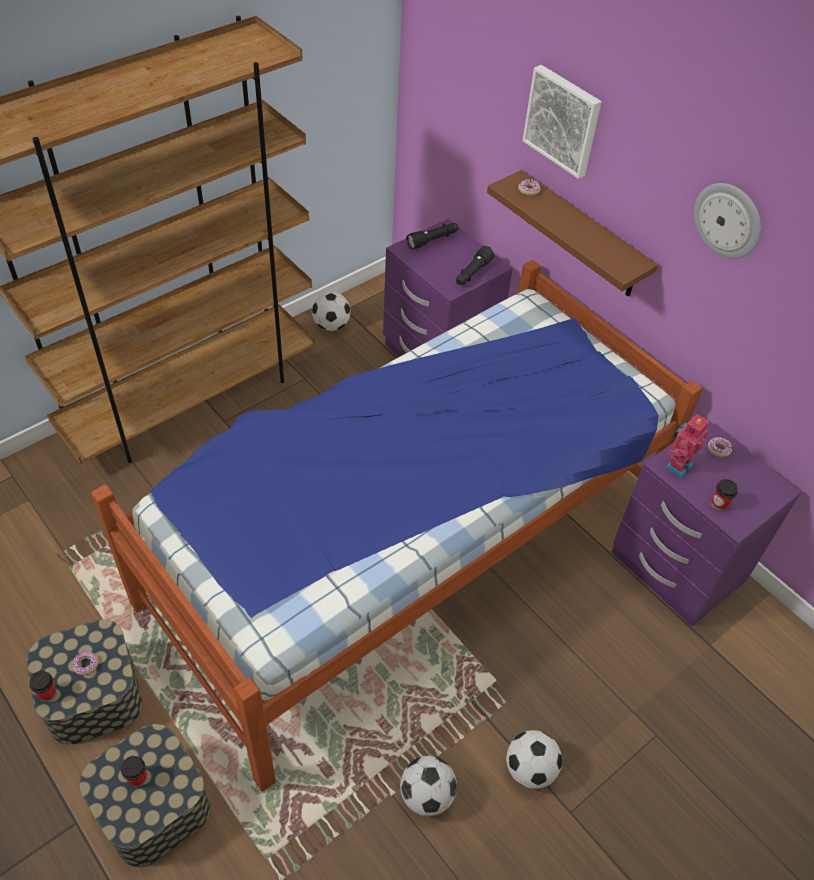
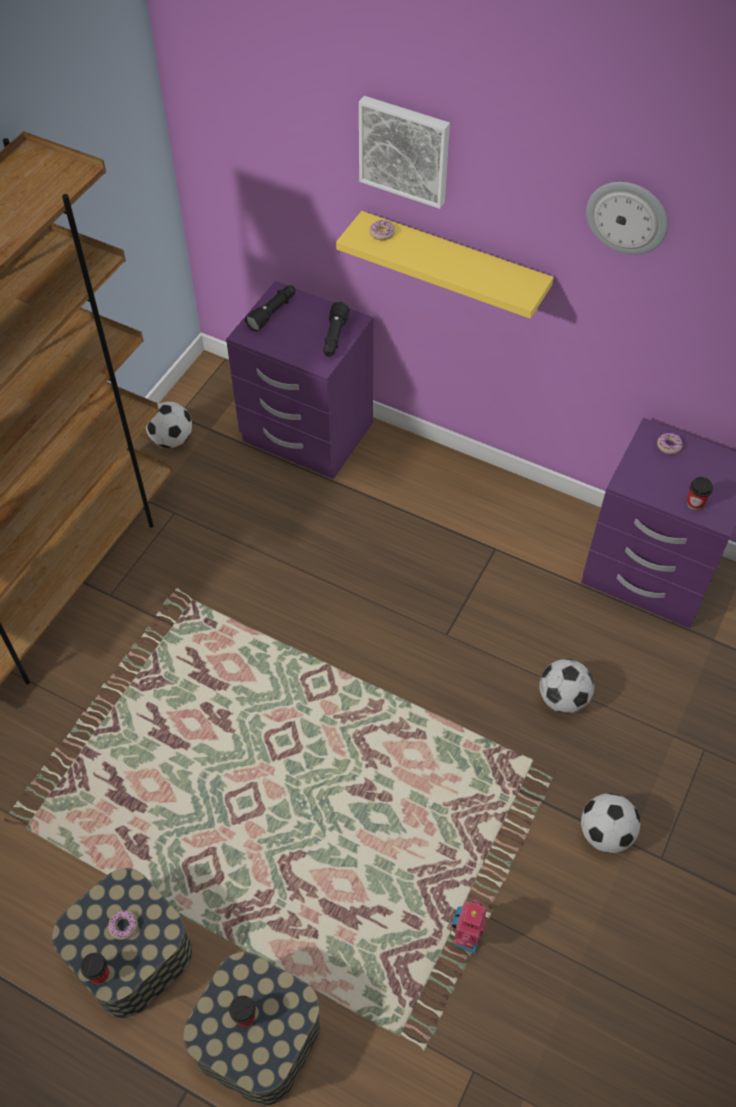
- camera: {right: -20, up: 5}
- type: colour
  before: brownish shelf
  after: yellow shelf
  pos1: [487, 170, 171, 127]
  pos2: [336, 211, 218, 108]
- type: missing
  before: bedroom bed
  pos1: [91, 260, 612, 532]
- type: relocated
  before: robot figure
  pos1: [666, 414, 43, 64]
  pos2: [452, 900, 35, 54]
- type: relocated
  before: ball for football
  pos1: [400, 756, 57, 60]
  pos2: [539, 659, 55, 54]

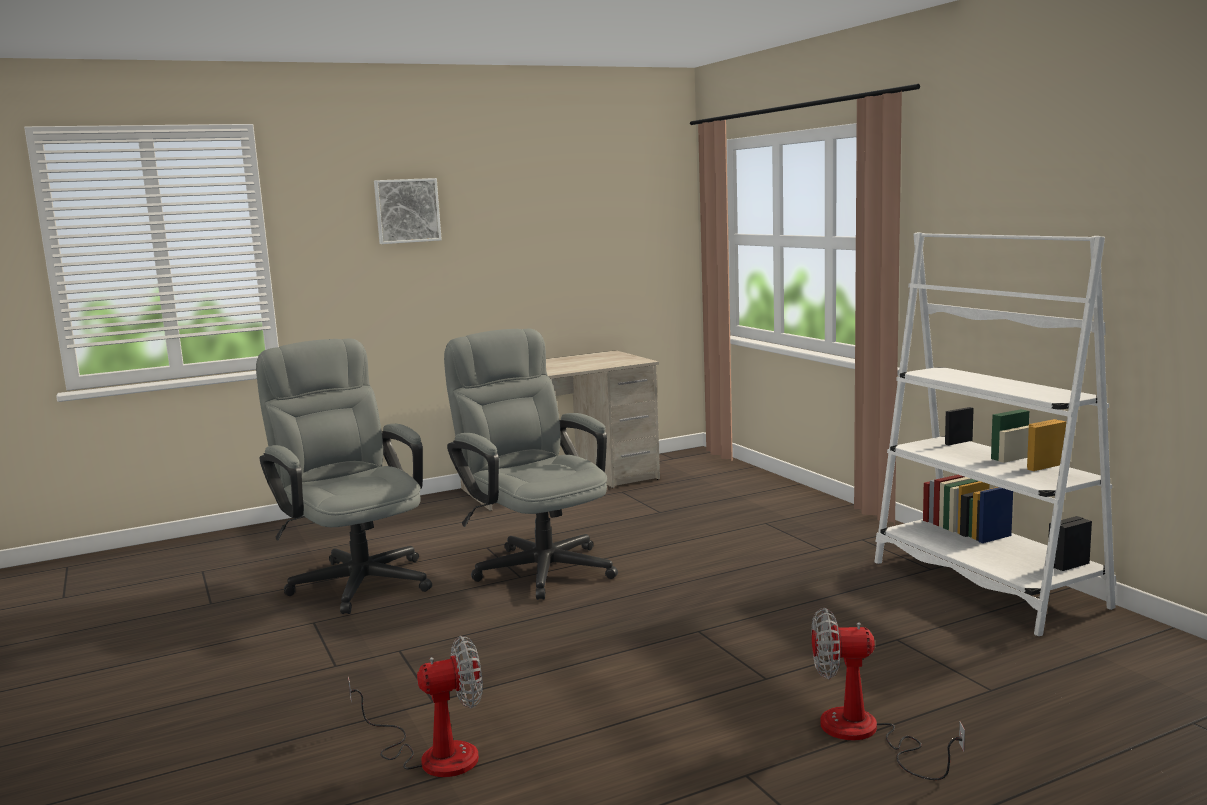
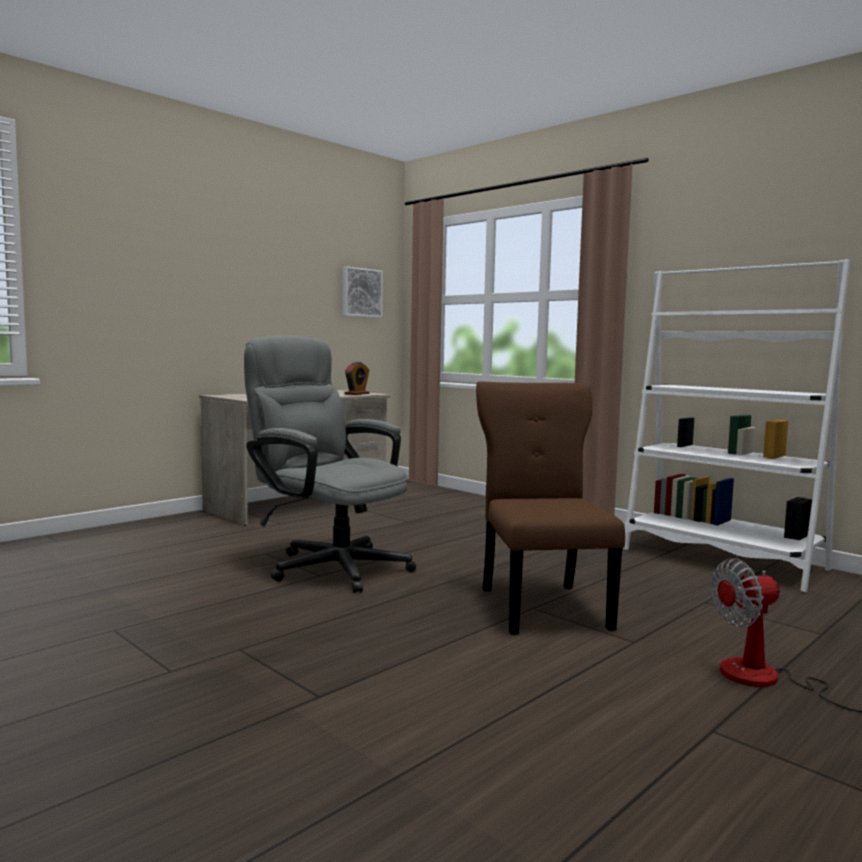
- camera: {right: -20, up: -5}
- type: relocated
  before: picture
  pos1: [374, 178, 68, 66]
  pos2: [343, 266, 40, 52]
- type: missing
  before: gray desk chair
  pos1: [256, 339, 176, 275]
- type: missing
  before: cooling fan
  pos1: [348, 636, 135, 141]
- type: appeared
  after: alarm clock
  pos2: [345, 362, 25, 33]
- type: appeared
  after: brownish chair
  pos2: [476, 381, 149, 254]

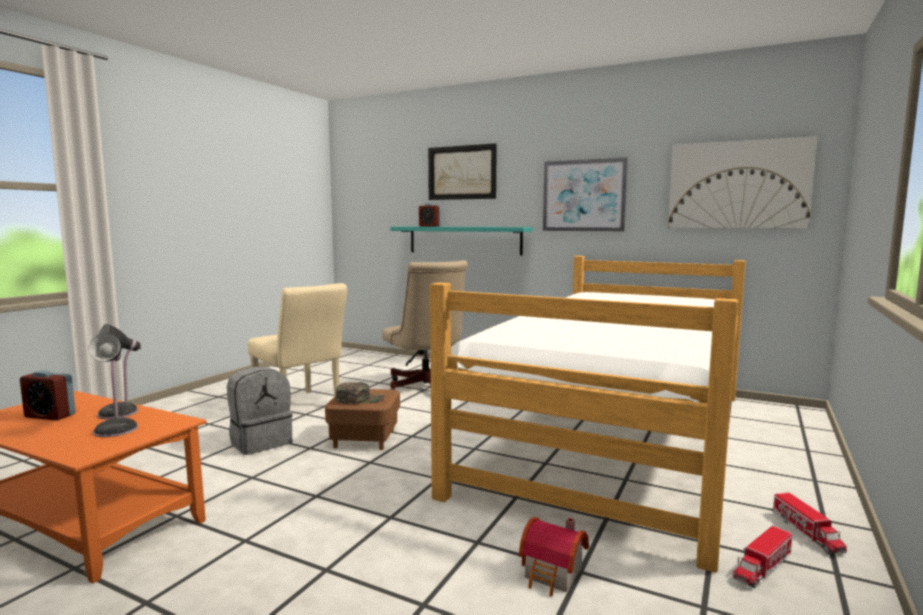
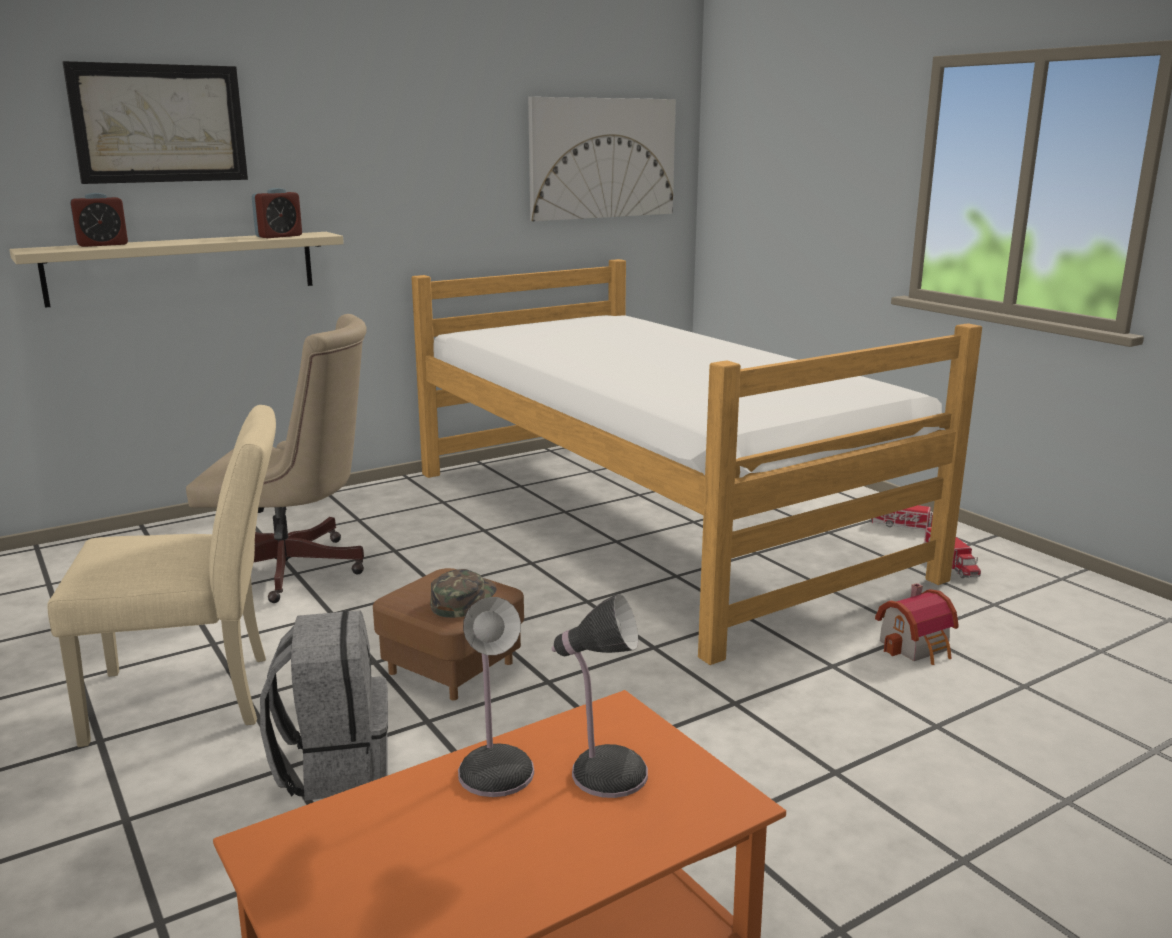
- camera: {right: -60, up: 10}
- type: missing
  before: picture
  pos1: [543, 157, 85, 74]
- type: colour
  before: turquoise shelf
  after: beige-coloured shelf
  pos1: [390, 226, 143, 29]
  pos2: [9, 232, 335, 76]
- type: relocated
  before: alarm clock
  pos1: [20, 370, 56, 51]
  pos2: [252, 188, 50, 50]

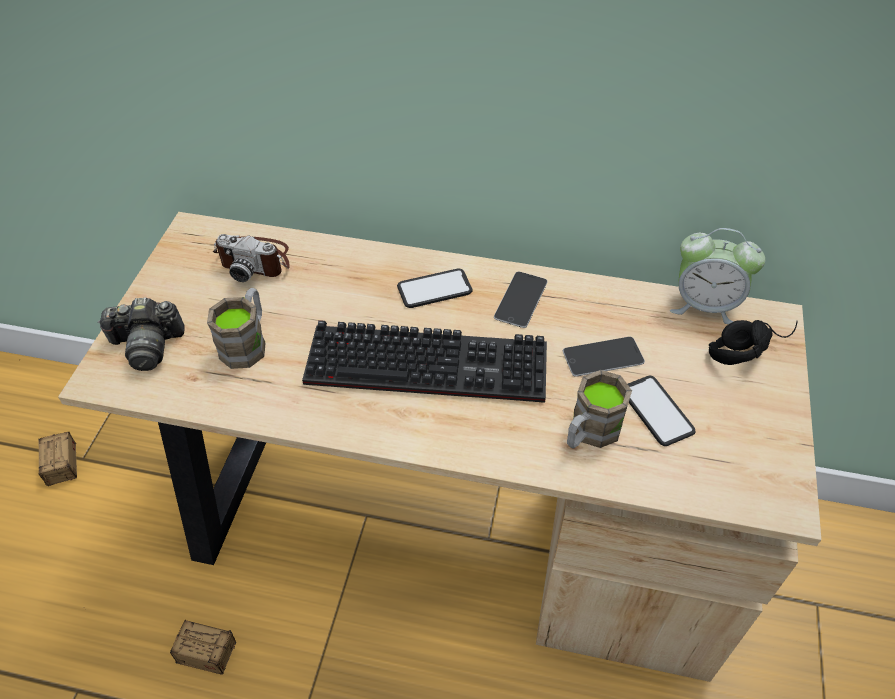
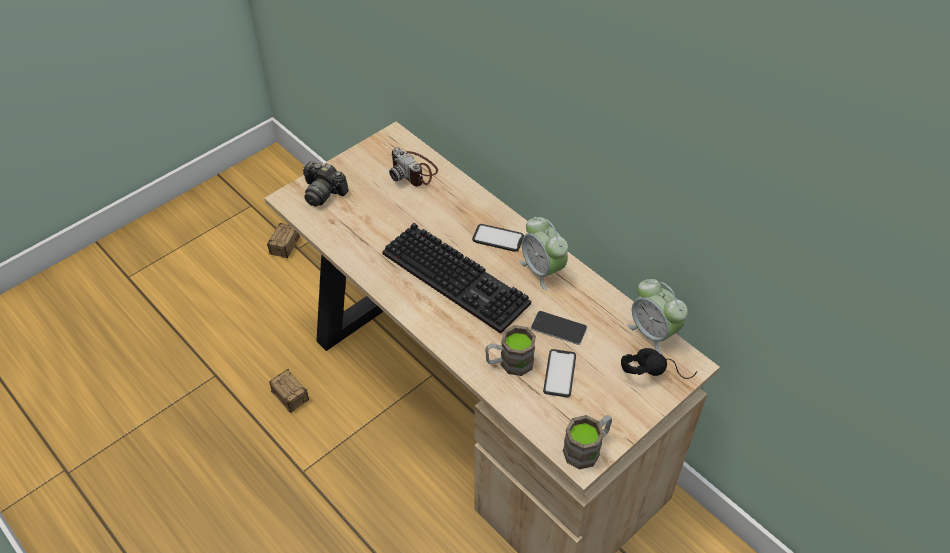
- camera: {right: 35, up: 0}
- type: exchanged
  before: telephone
  after: alarm clock
  pos1: [494, 271, 54, 57]
  pos2: [520, 217, 48, 73]
- type: relocated
  before: brownish coffee mug
  pos1: [207, 288, 59, 81]
  pos2: [562, 415, 50, 54]

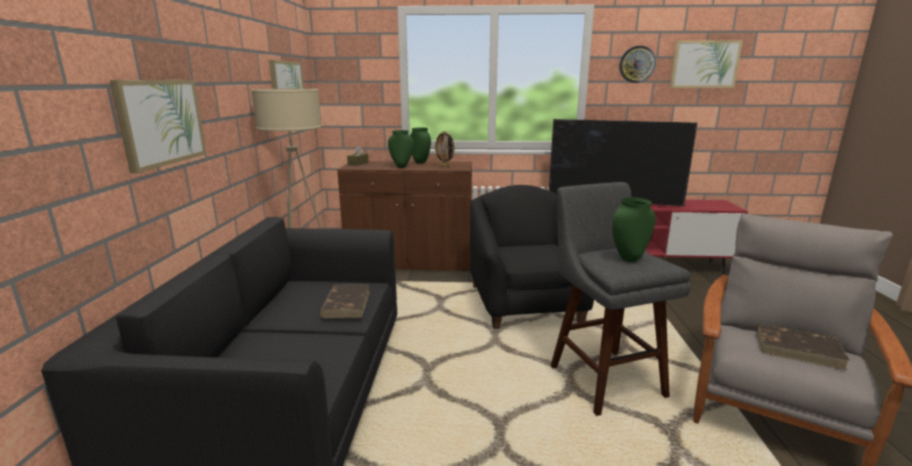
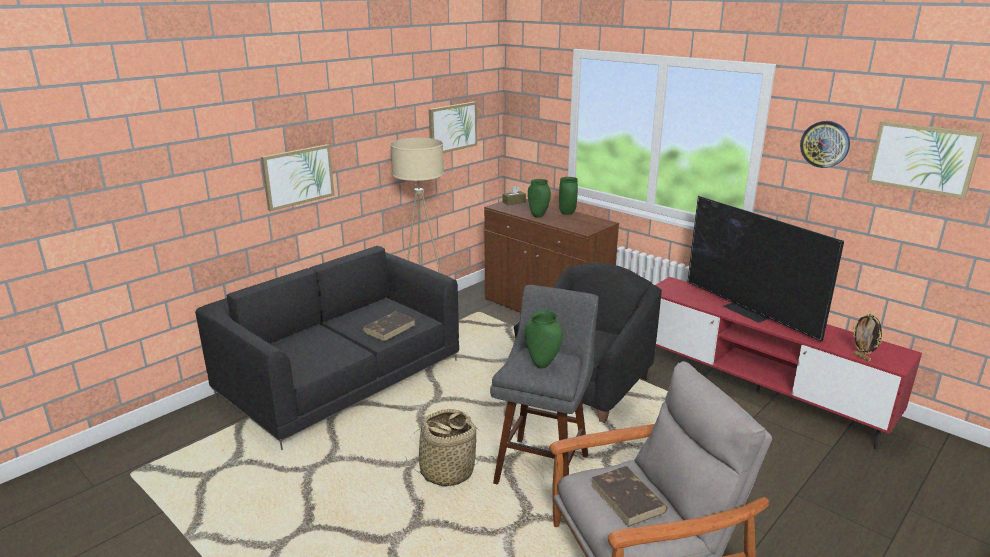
- camera: {right: 40, up: 5}
- type: relocated
  before: picture frame
  pos1: [434, 131, 21, 36]
  pos2: [852, 313, 30, 48]
- type: appeared
  after: household basket
  pos2: [405, 409, 77, 78]

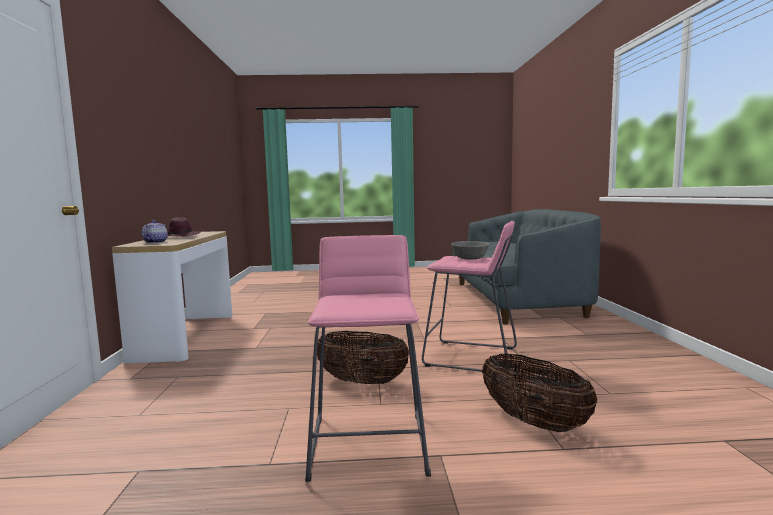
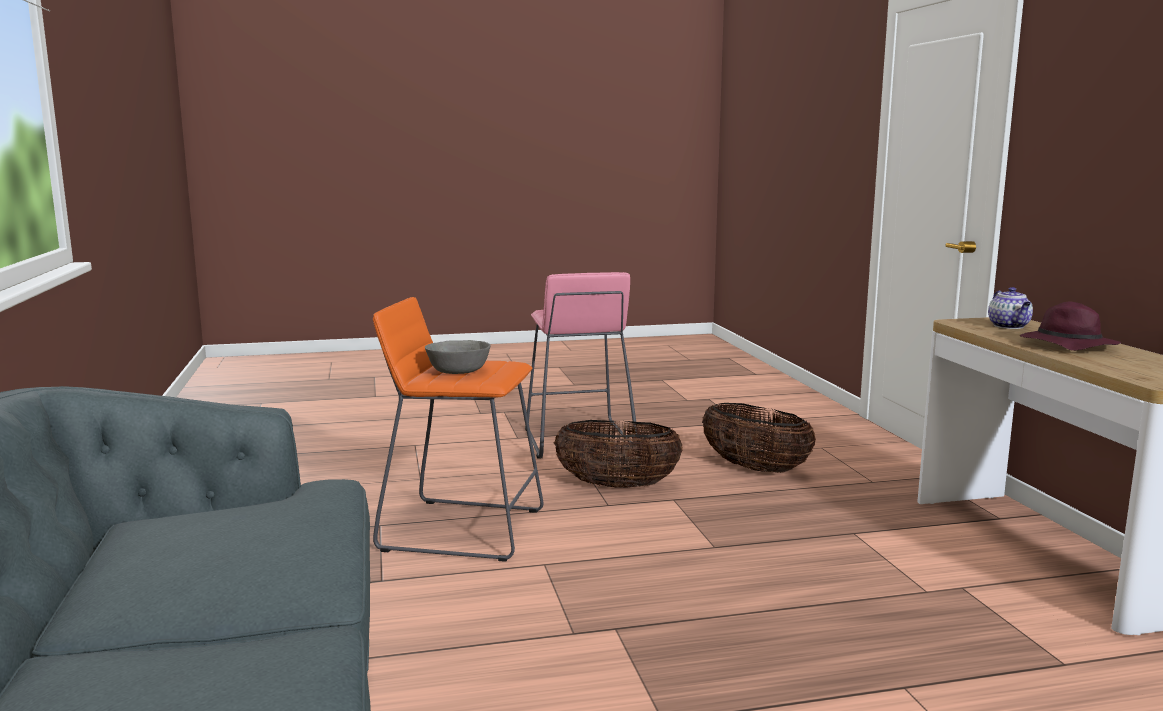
- camera: {right: 170, up: 5}
- type: colour
  before: pink stool seat
  after: orange-coloured stool seat
  pos1: [422, 221, 95, 153]
  pos2: [373, 297, 171, 265]
- type: relocated
  before: household basket
  pos1: [482, 354, 115, 78]
  pos2: [702, 403, 114, 70]

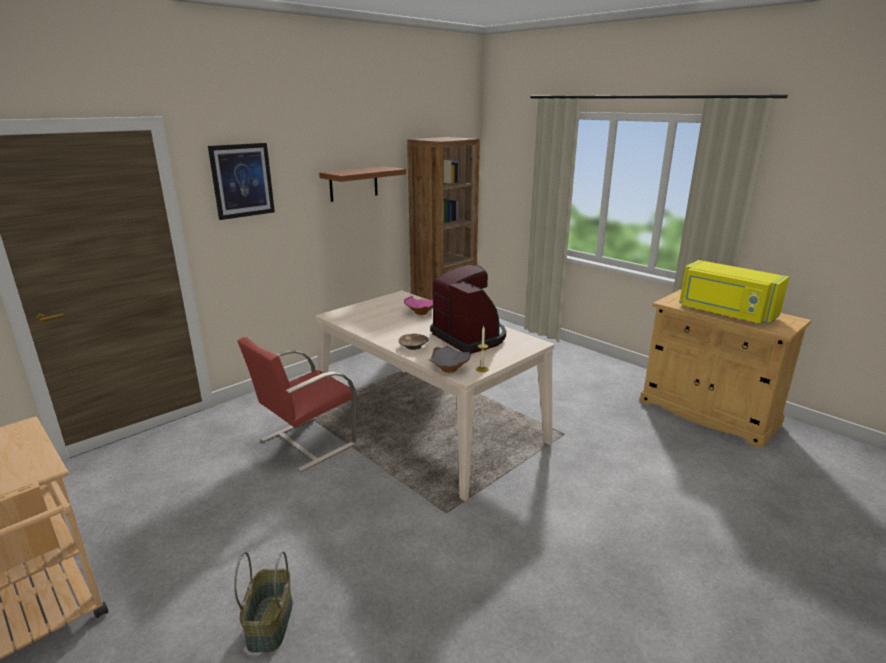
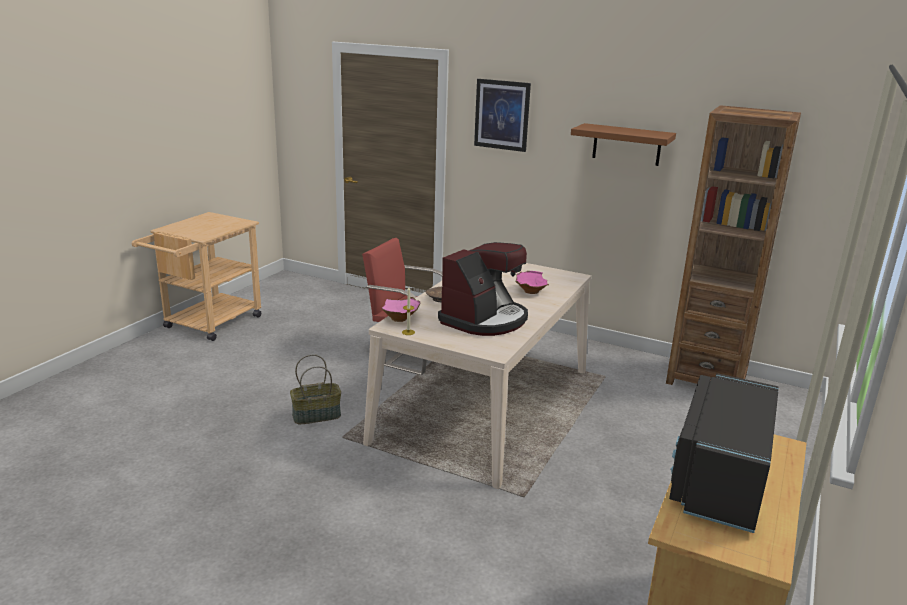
- camera: {right: 70, up: 0}
- type: colour
  before: yellow microwave oven
  after: blackish microwave oven
  pos1: [679, 260, 110, 64]
  pos2: [669, 373, 110, 160]
- type: colour
  before: gray bowl
  after: pink bowl
  pos1: [429, 346, 42, 27]
  pos2: [382, 297, 38, 25]
- type: relocated
  before: household basket
  pos1: [234, 551, 59, 101]
  pos2: [290, 354, 51, 70]

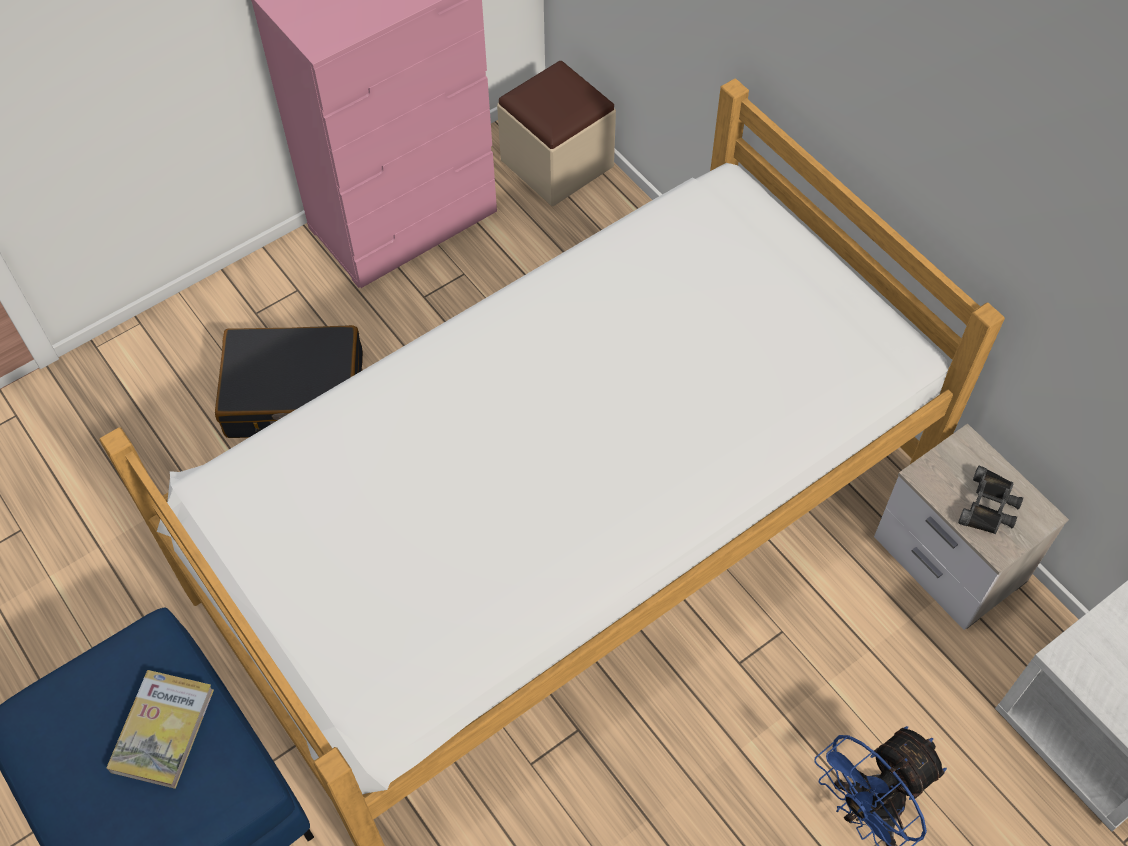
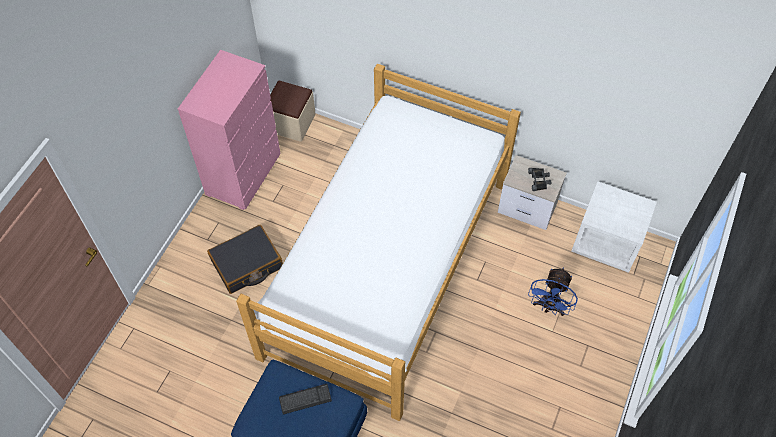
- camera: {right: -30, up: 0}
- type: exchanged
  before: bound book
  after: computer keyboard
  pos1: [107, 670, 107, 119]
  pos2: [279, 384, 53, 30]

